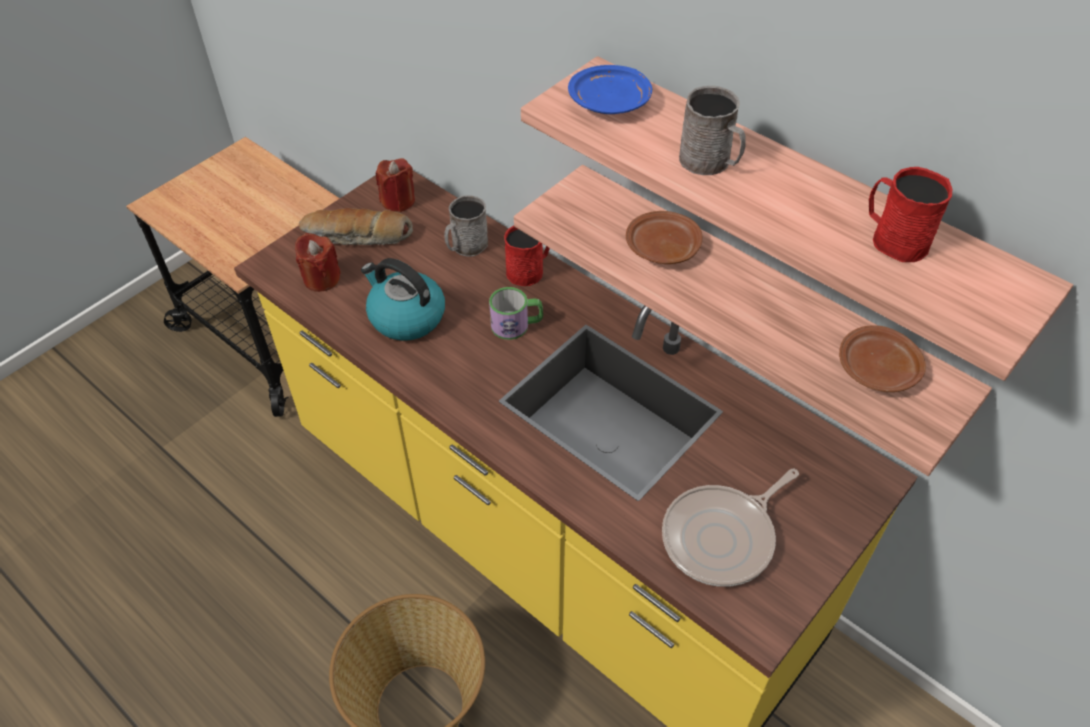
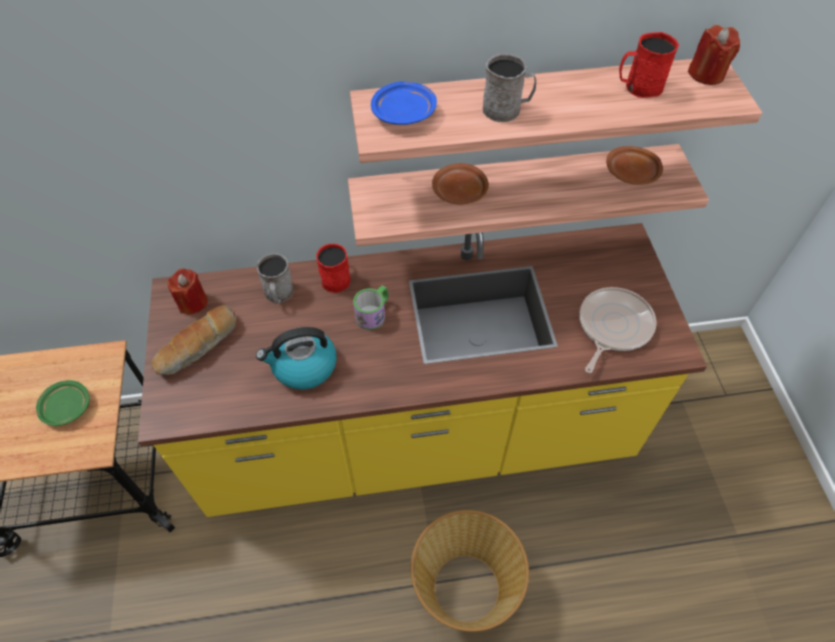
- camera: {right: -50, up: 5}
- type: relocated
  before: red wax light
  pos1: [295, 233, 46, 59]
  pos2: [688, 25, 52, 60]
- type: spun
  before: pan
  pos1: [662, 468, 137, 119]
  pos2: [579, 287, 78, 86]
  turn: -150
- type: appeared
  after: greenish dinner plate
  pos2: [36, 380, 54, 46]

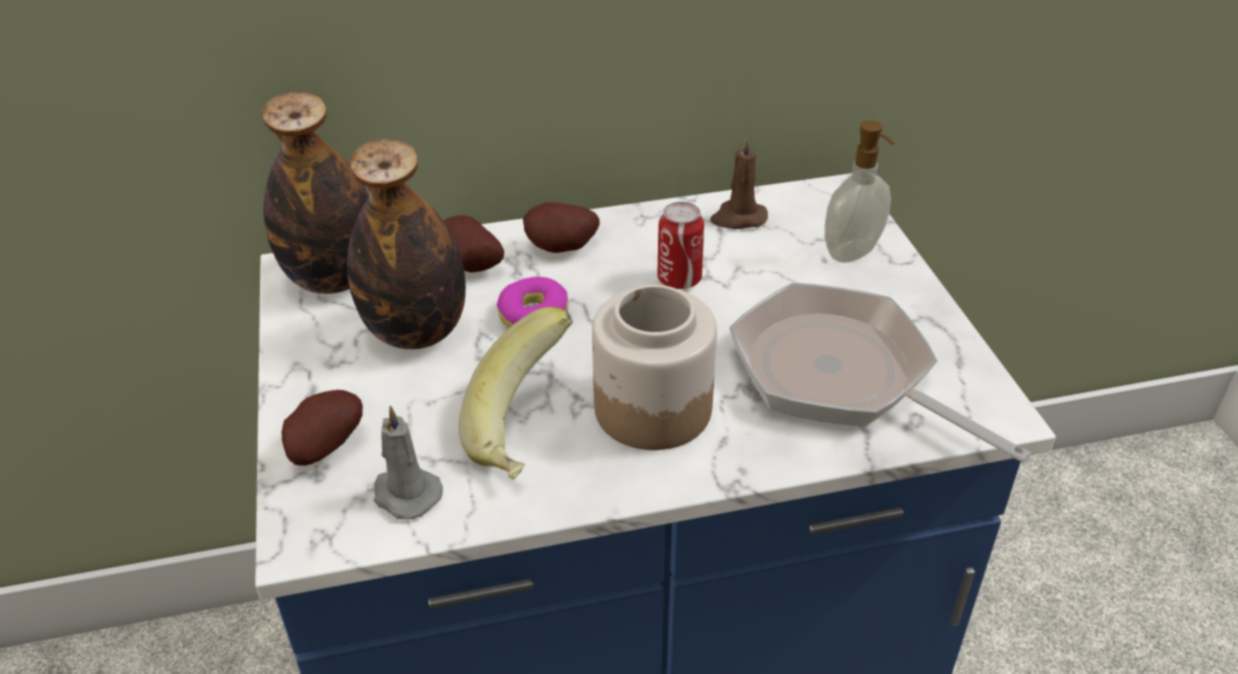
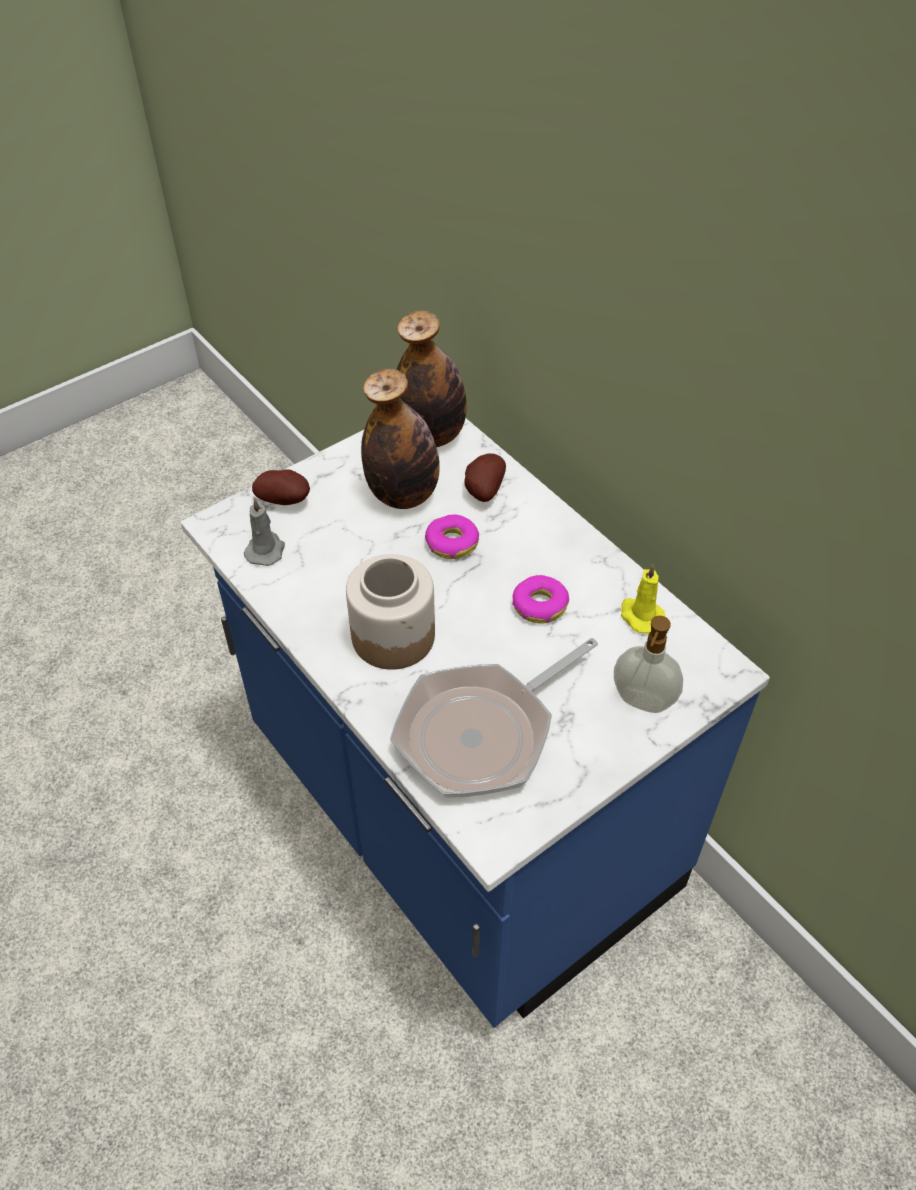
- camera: {right: 65, up: 10}
- type: colour
  before: brownish wax light
  after: yellow wax light
  pos1: [710, 136, 58, 93]
  pos2: [621, 564, 44, 70]
- type: missing
  before: whole potato
  pos1: [523, 202, 77, 51]
- type: exchanged
  before: sealed can
  after: donut
  pos1: [657, 202, 47, 87]
  pos2: [512, 575, 57, 49]
- type: spun
  before: pan
  pos1: [729, 283, 302, 180]
  pos2: [390, 638, 208, 160]
  turn: -150
- type: missing
  before: whole banana
  pos1: [459, 307, 114, 173]

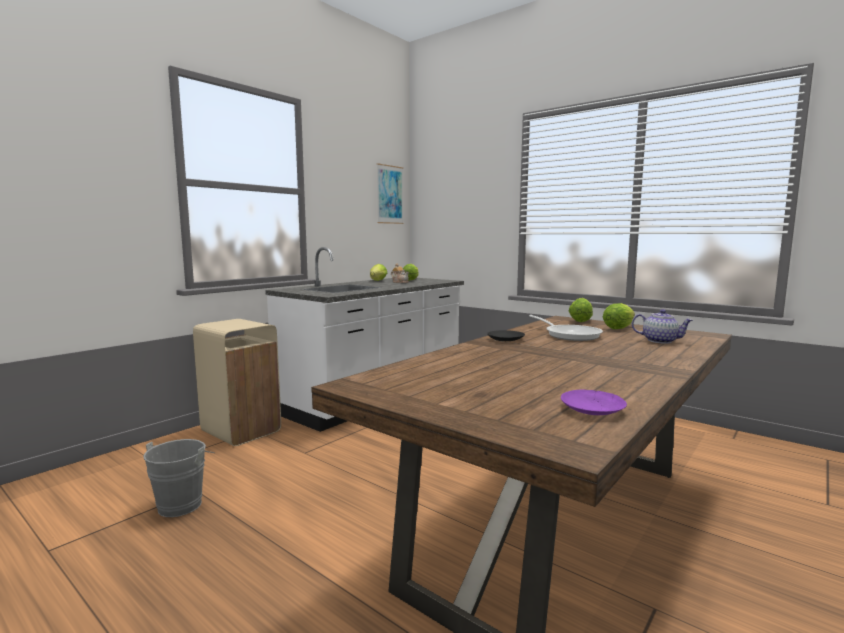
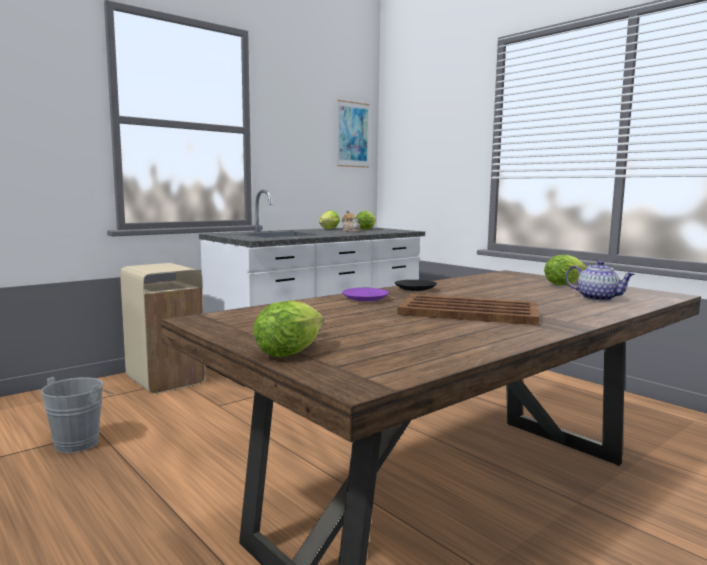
- camera: {right: 10, up: 0}
- type: relocated
  before: lettuce
  pos1: [569, 298, 24, 24]
  pos2: [253, 300, 70, 57]
- type: missing
  before: pan
  pos1: [529, 315, 74, 26]
- type: relocated
  before: purplish dinner plate
  pos1: [561, 389, 66, 26]
  pos2: [342, 288, 47, 13]
- type: appeared
  after: brownish serving tray
  pos2: [397, 294, 142, 31]

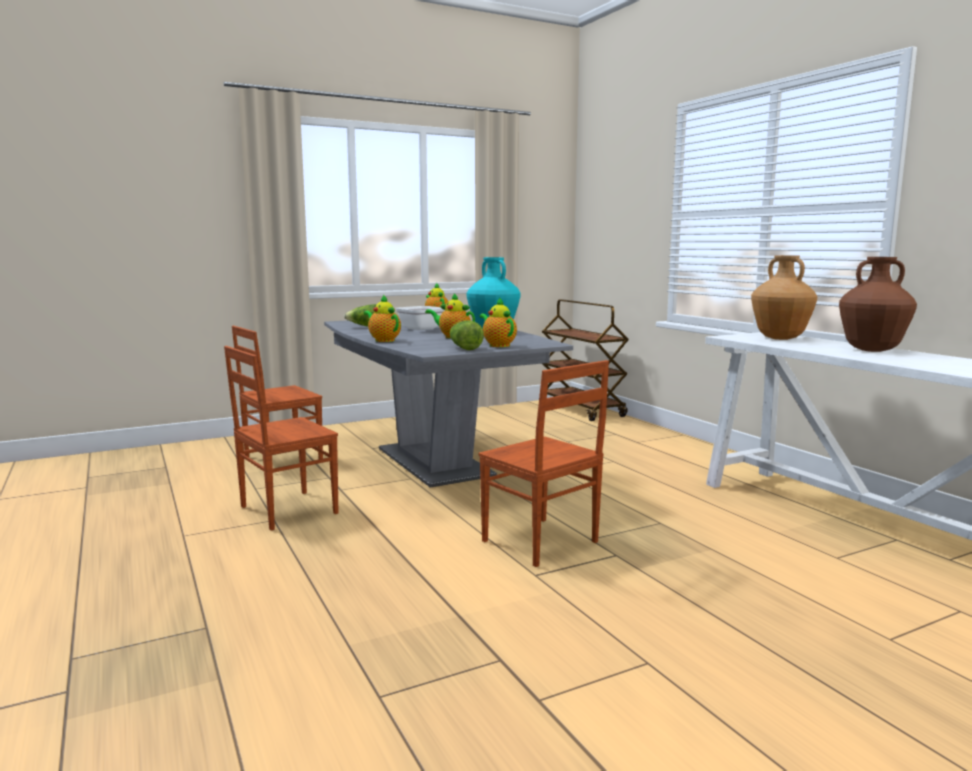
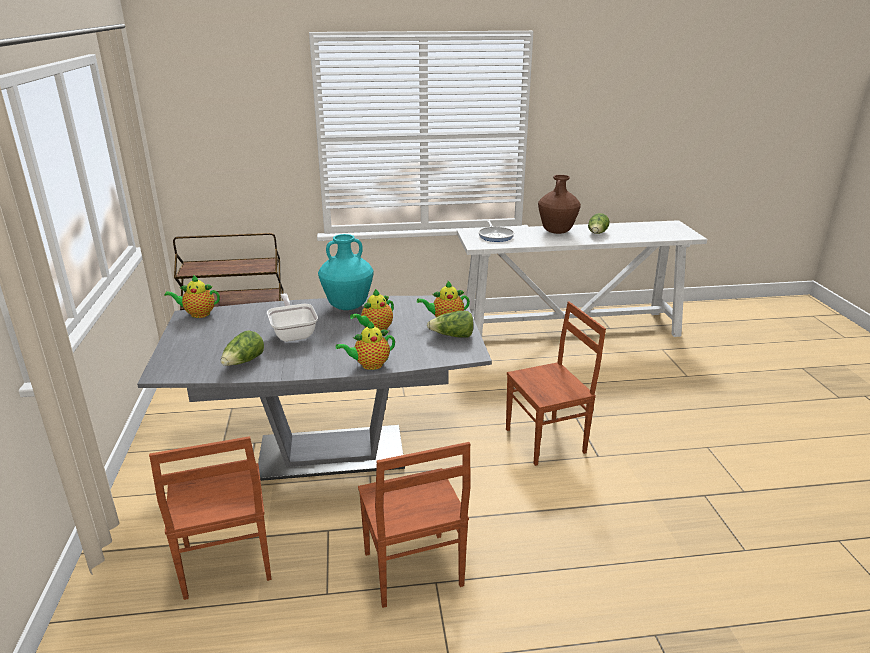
- camera: {right: -70, up: 15}
- type: exchanged
  before: brownish vase
  after: pan
  pos1: [751, 255, 66, 85]
  pos2: [478, 220, 36, 22]
- type: appeared
  after: lettuce
  pos2: [588, 213, 22, 21]

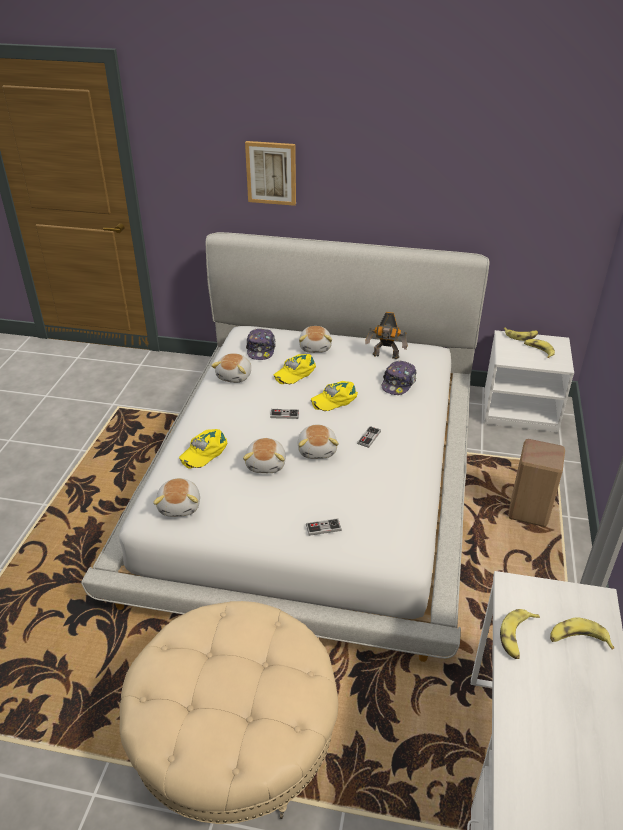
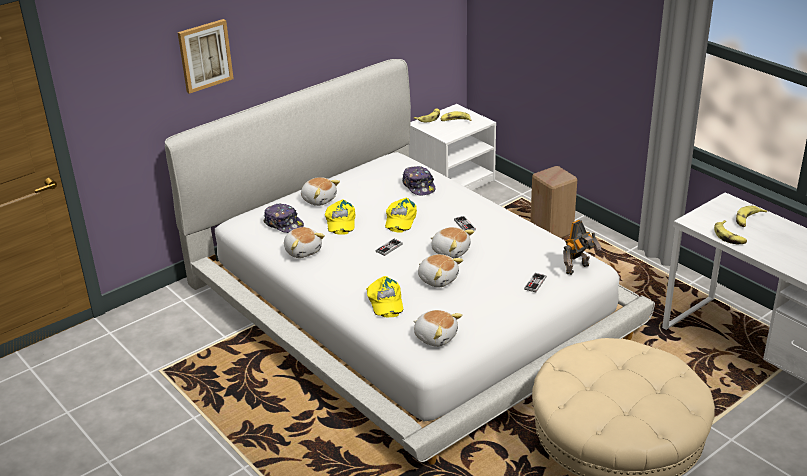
- camera: {right: -50, up: -5}
- type: relocated
  before: robot figure
  pos1: [365, 312, 43, 47]
  pos2: [563, 220, 39, 55]

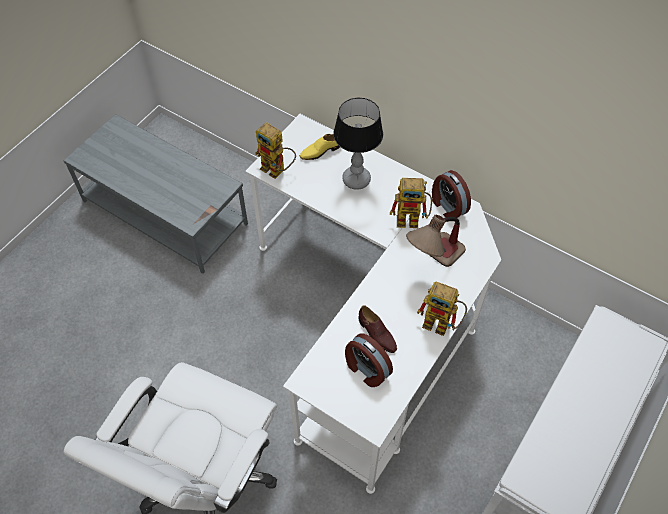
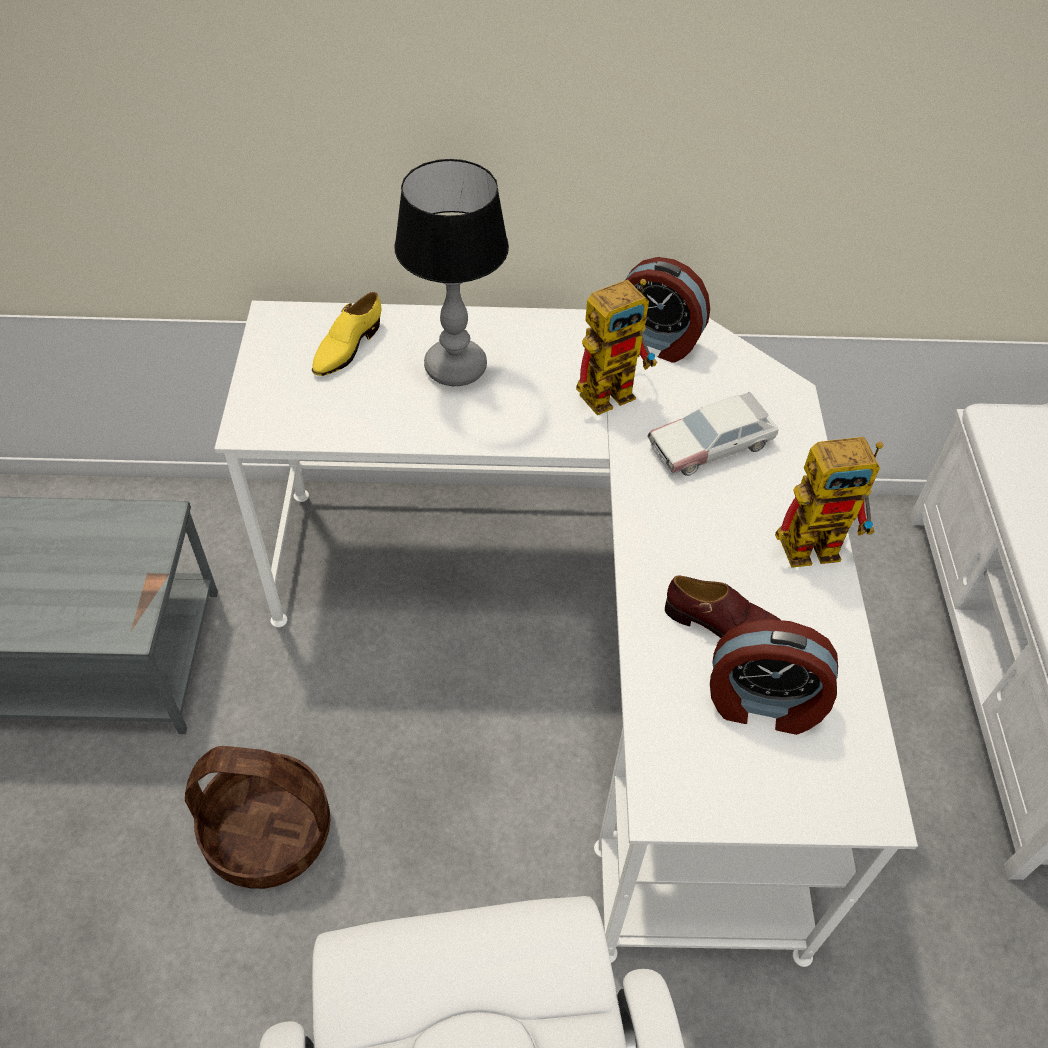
- camera: {right: -35, up: -5}
- type: missing
  before: robot figure
  pos1: [255, 122, 41, 57]
- type: exchanged
  before: table lamp
  after: model car
  pos1: [406, 215, 60, 52]
  pos2: [647, 392, 132, 84]
- type: appeared
  after: household basket
  pos2: [185, 746, 145, 143]

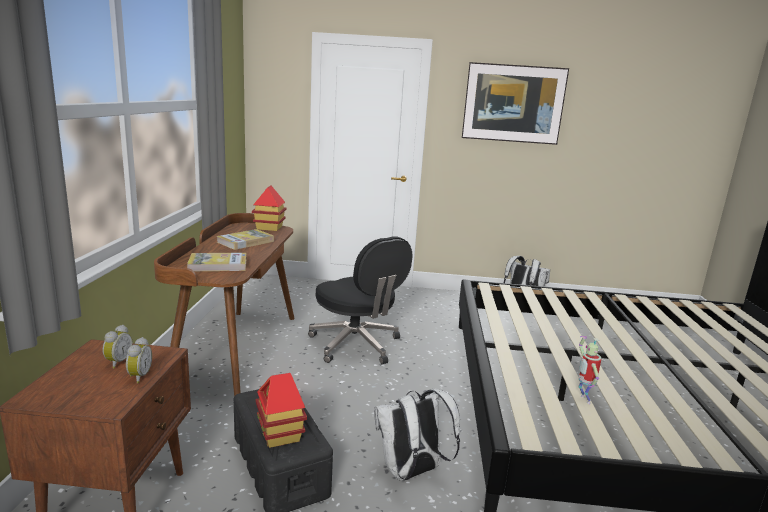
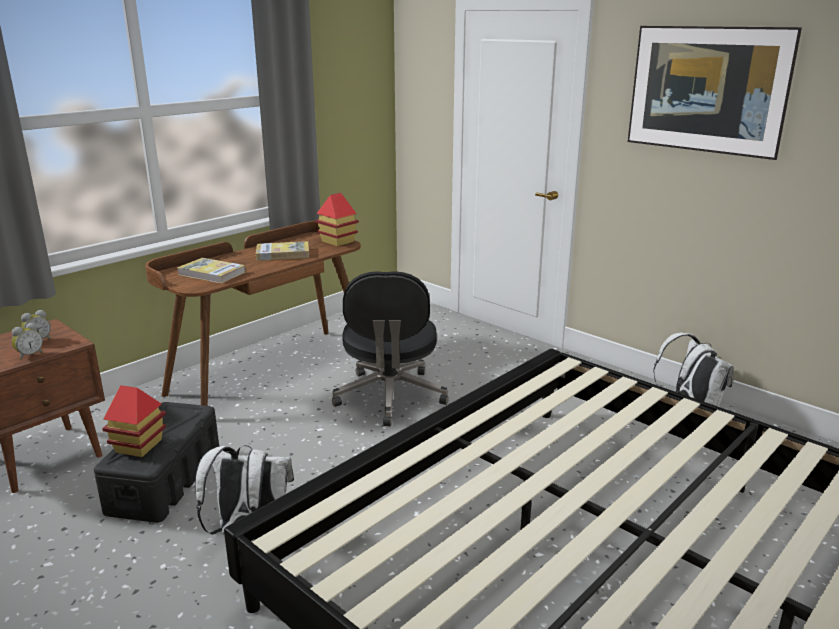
- camera: {right: 40, up: 5}
- type: missing
  before: robot figure
  pos1: [579, 336, 22, 68]

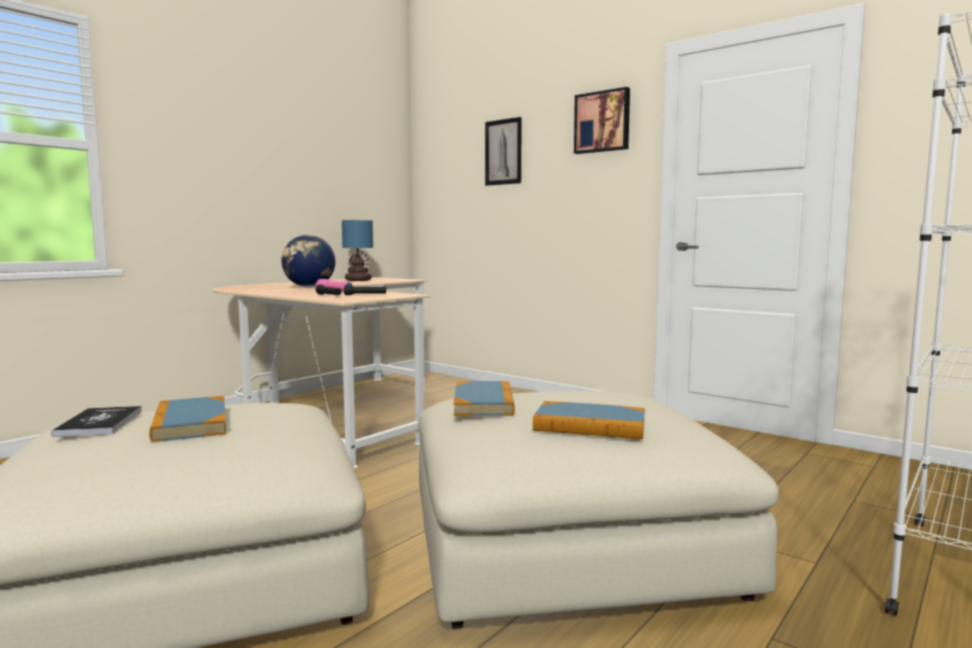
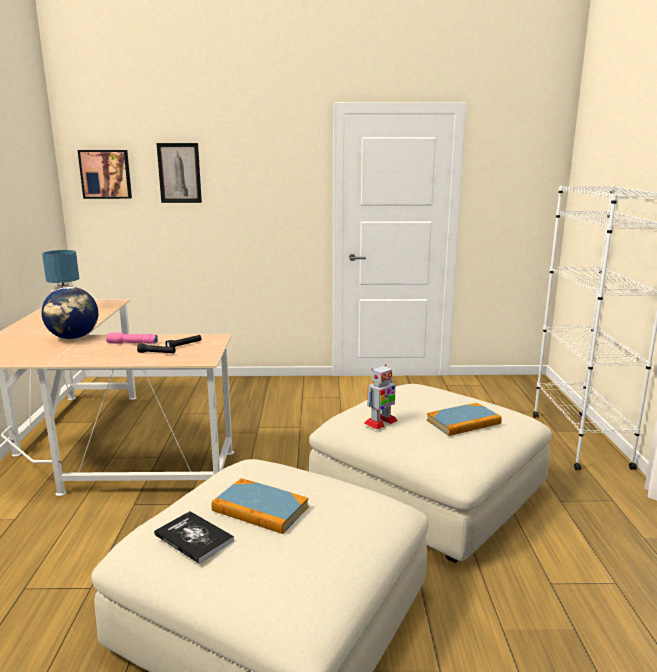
- camera: {right: -40, up: 10}
- type: relocated
  before: picture
  pos1: [574, 87, 56, 67]
  pos2: [78, 150, 54, 49]
- type: exchanged
  before: bound book
  after: robot figure
  pos1: [454, 381, 61, 35]
  pos2: [364, 364, 34, 66]

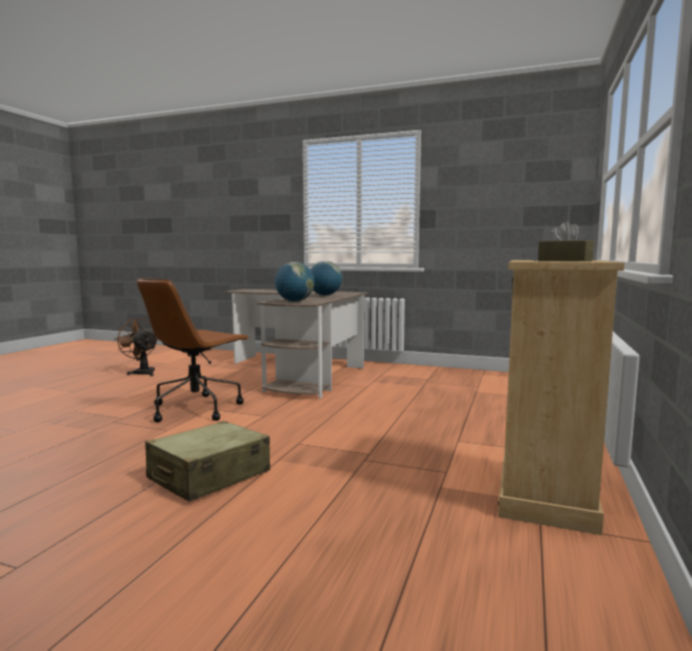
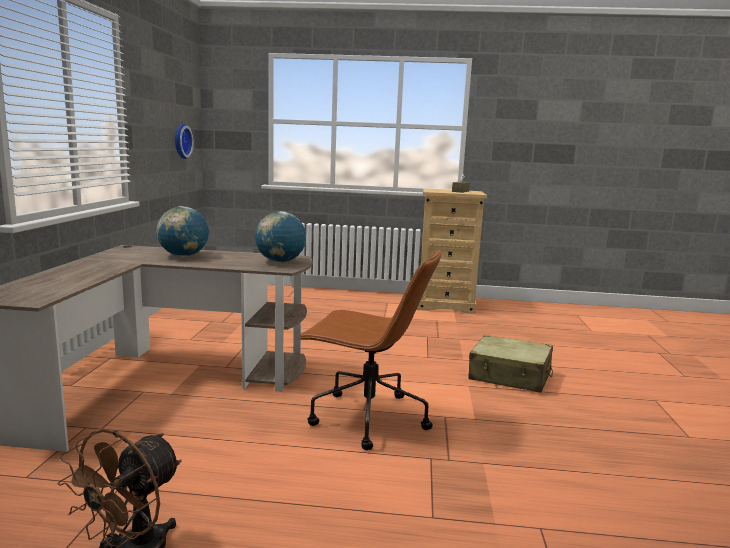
- camera: {right: -105, up: 5}
- type: appeared
  after: hanging clock
  pos2: [175, 124, 19, 35]

